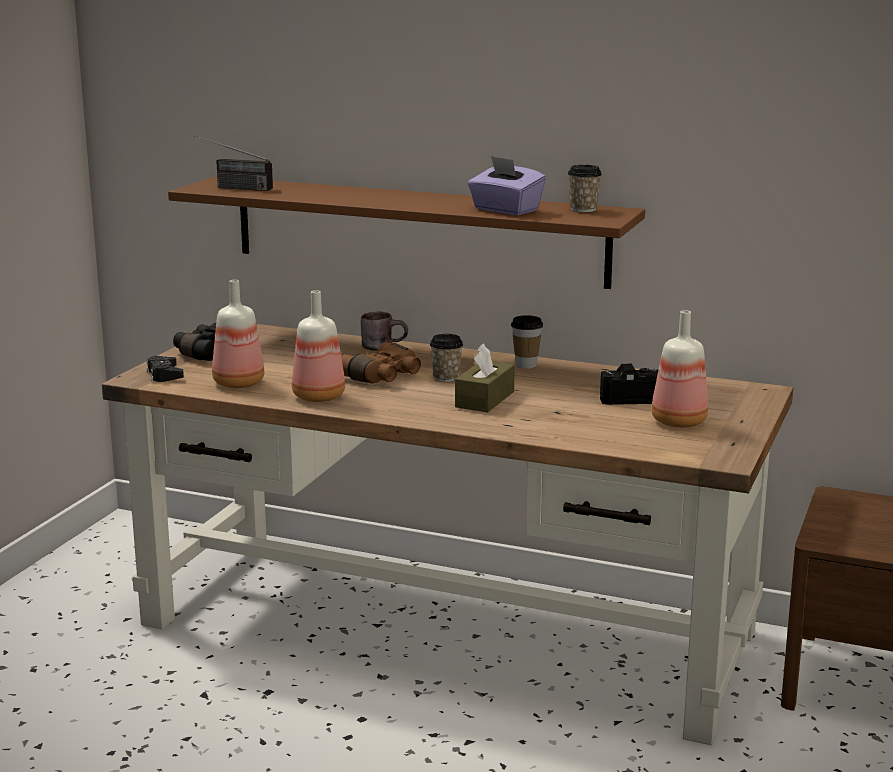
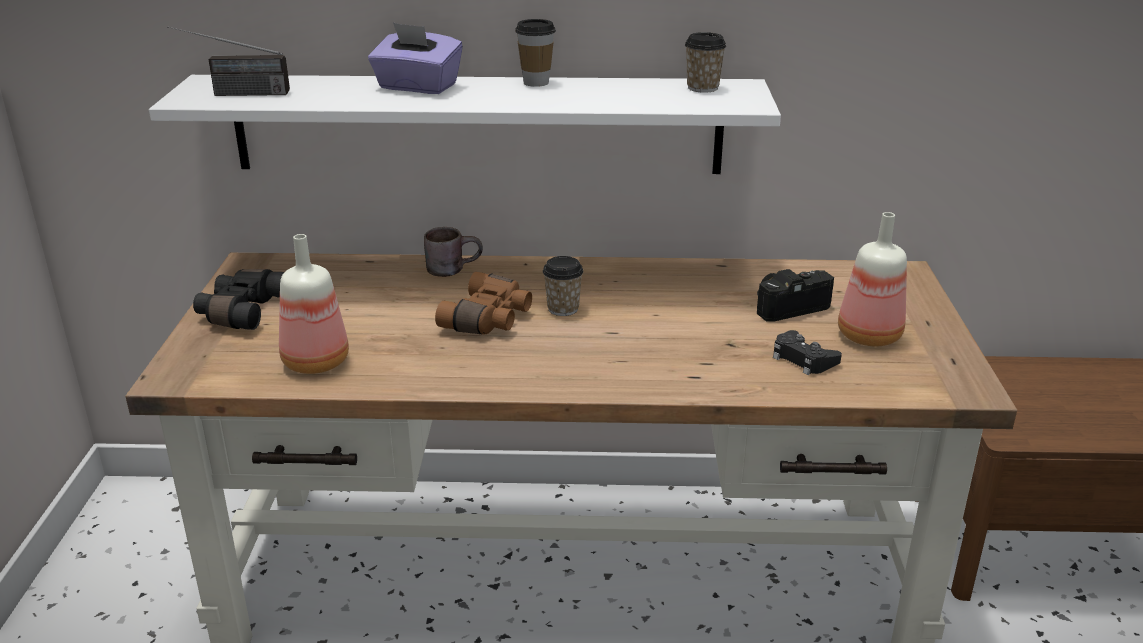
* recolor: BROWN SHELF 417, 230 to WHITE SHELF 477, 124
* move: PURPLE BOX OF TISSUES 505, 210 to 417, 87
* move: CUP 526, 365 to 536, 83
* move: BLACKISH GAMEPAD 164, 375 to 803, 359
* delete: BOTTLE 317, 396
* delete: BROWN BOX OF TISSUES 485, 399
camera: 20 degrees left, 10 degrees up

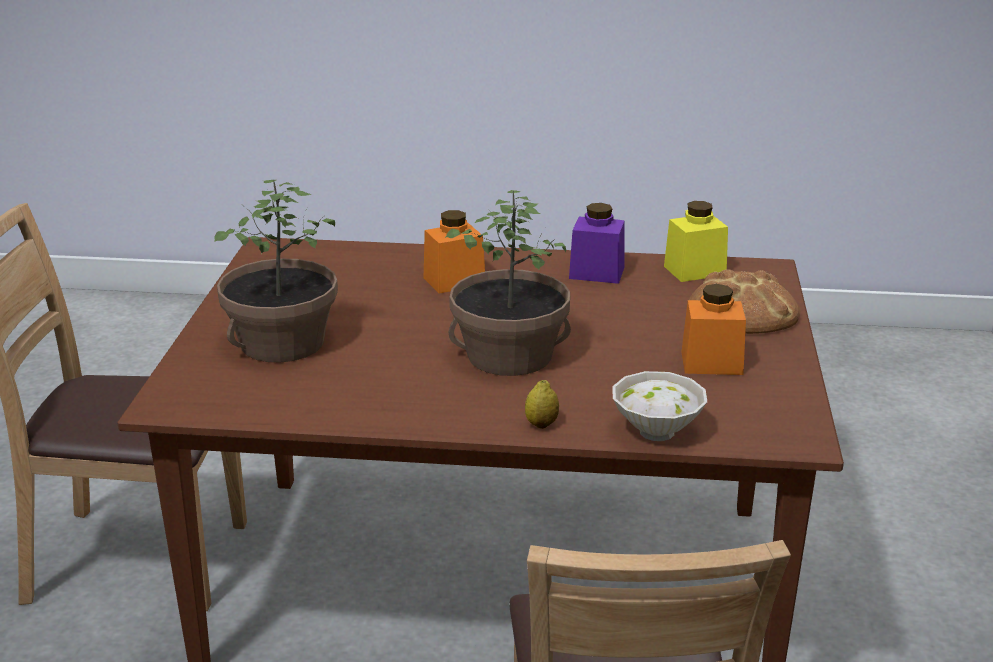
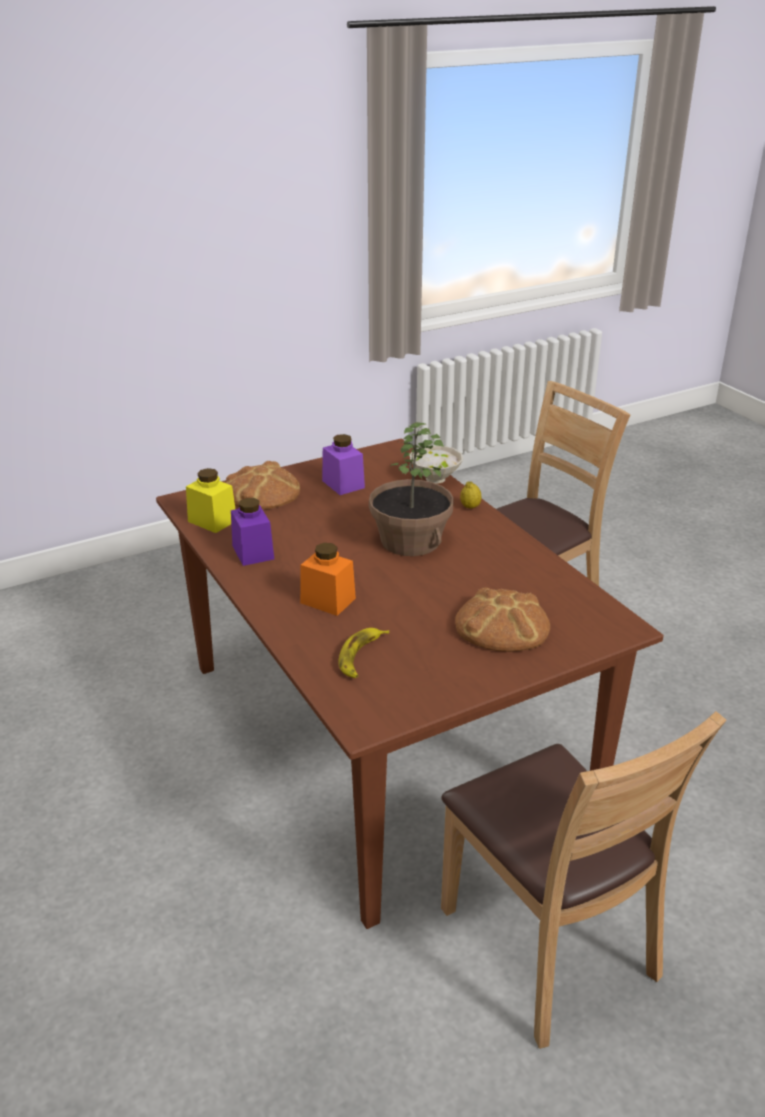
* recolor: ORANGE-COLOURED PRESERVE JAR 711, 363 to PURPLE PRESERVE JAR 343, 484
* insert: BANANA 361, 656
* replace: HOUSEPLANT 282, 342 to BAKED BREAD 502, 625
camera: 125 degrees left, 5 degrees up

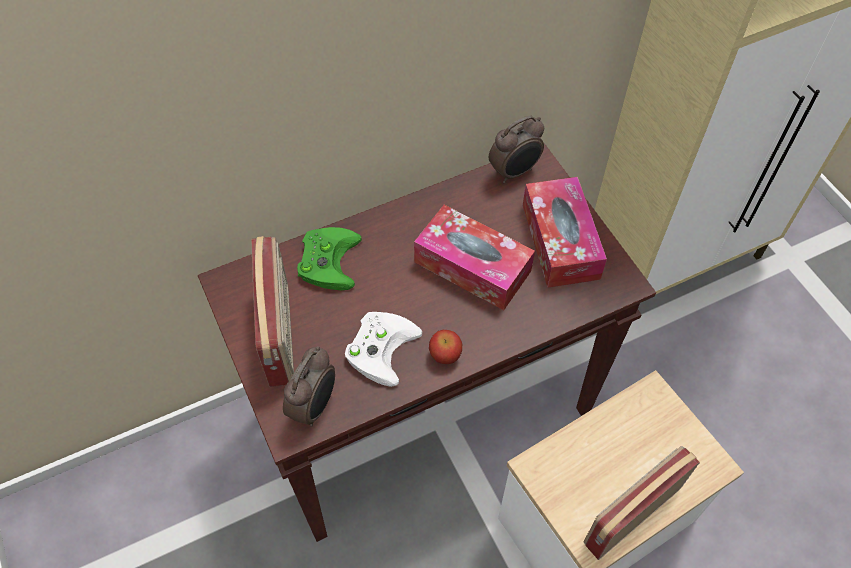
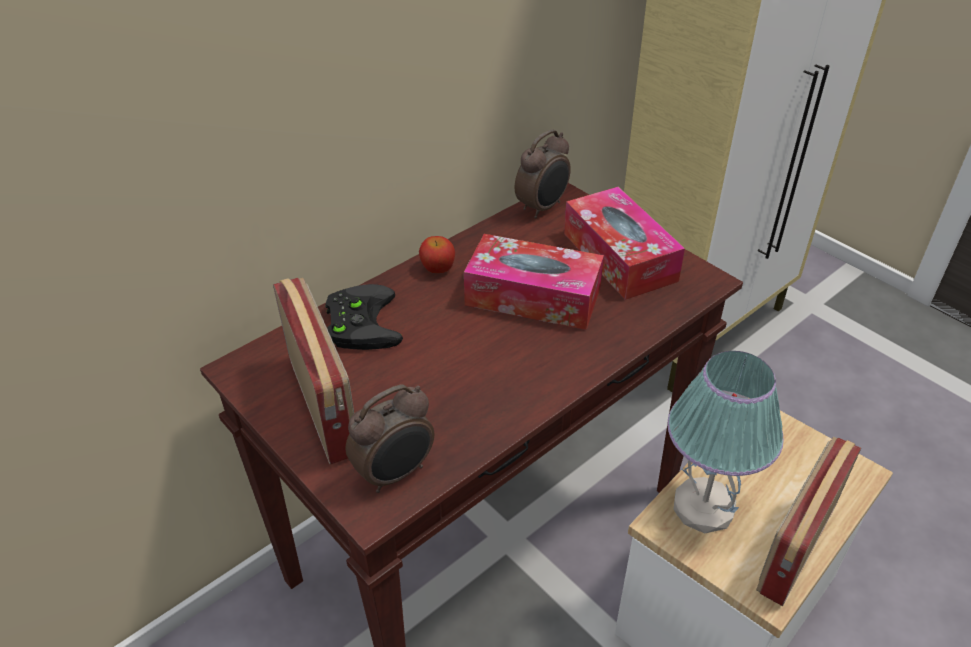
* recolor: GREEN GAMEPAD 327, 259 to BLACKISH GAMEPAD 359, 322
* rotate: ALARM CLOCK 315, 406 = 396, 473 45 degrees clockwise
* move: WHOLE APPLE 445, 355 to 437, 268
* insert: LAMP FOR A TABLE 704, 507
* delete: WHITE GAMEPAD 380, 346
camera: 15 degrees left, 15 degrees down

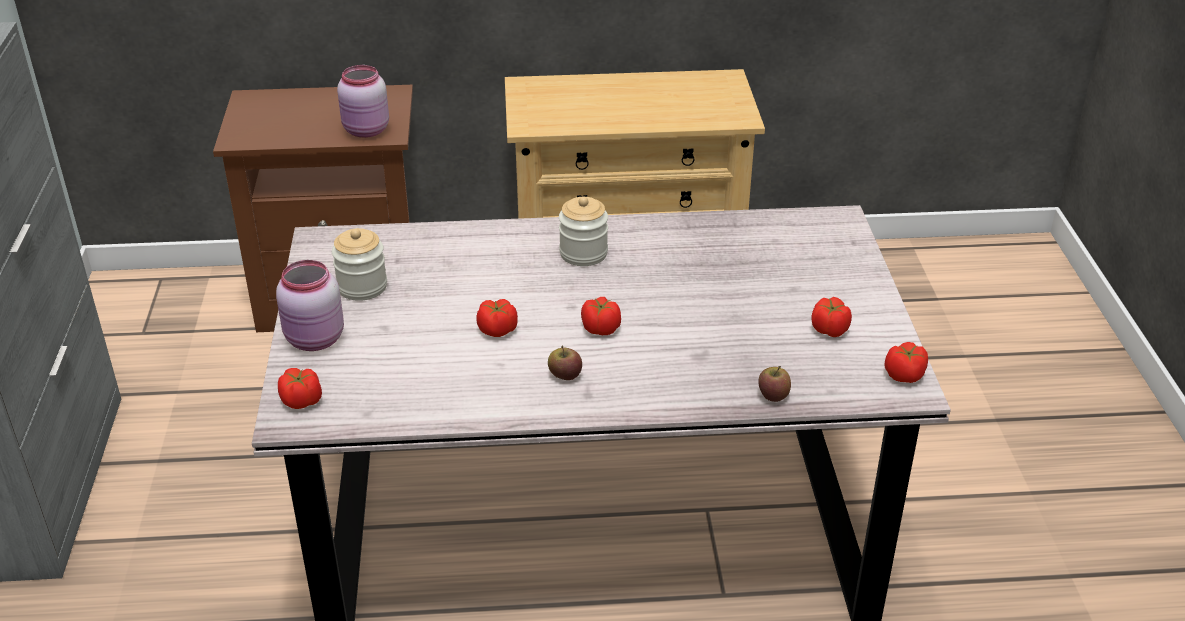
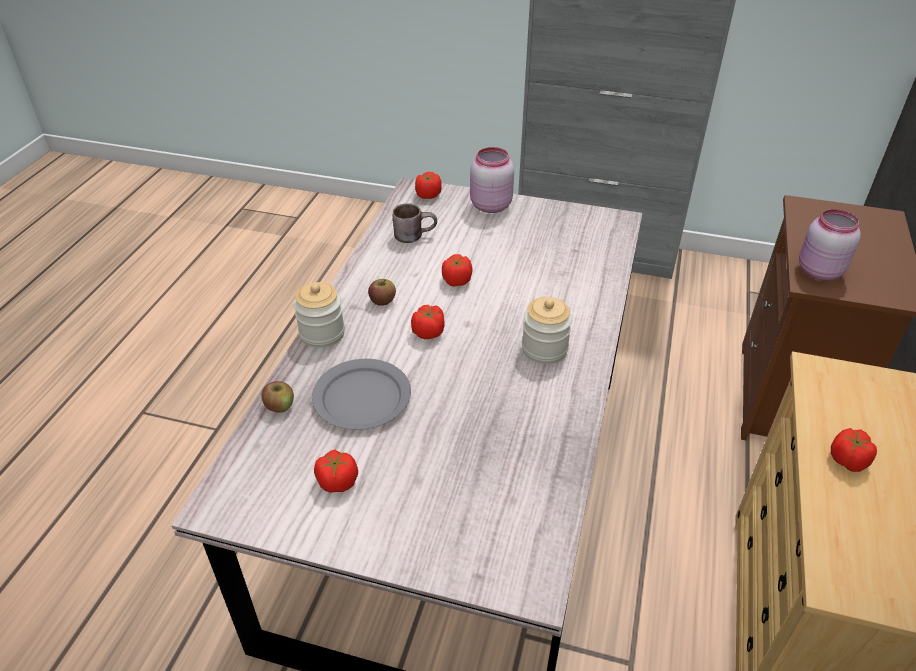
* move: PRESERVE JAR 362, 287 to 322, 333
* insert: GREY DINNER PLATE 362, 398
* insert: BROWN COFFEE MUG 414, 234
* move: FRESH TOMATO 904, 375 to 848, 460
camera: 110 degrees right, 5 degrees up

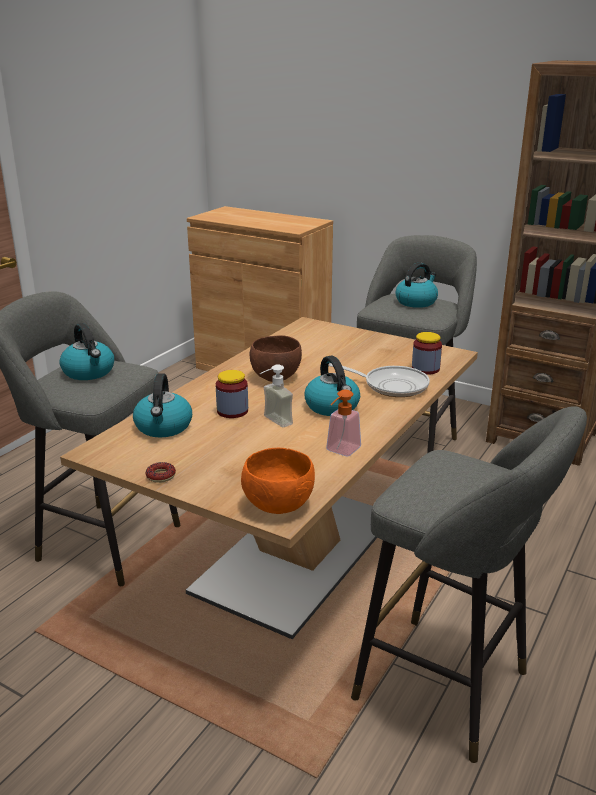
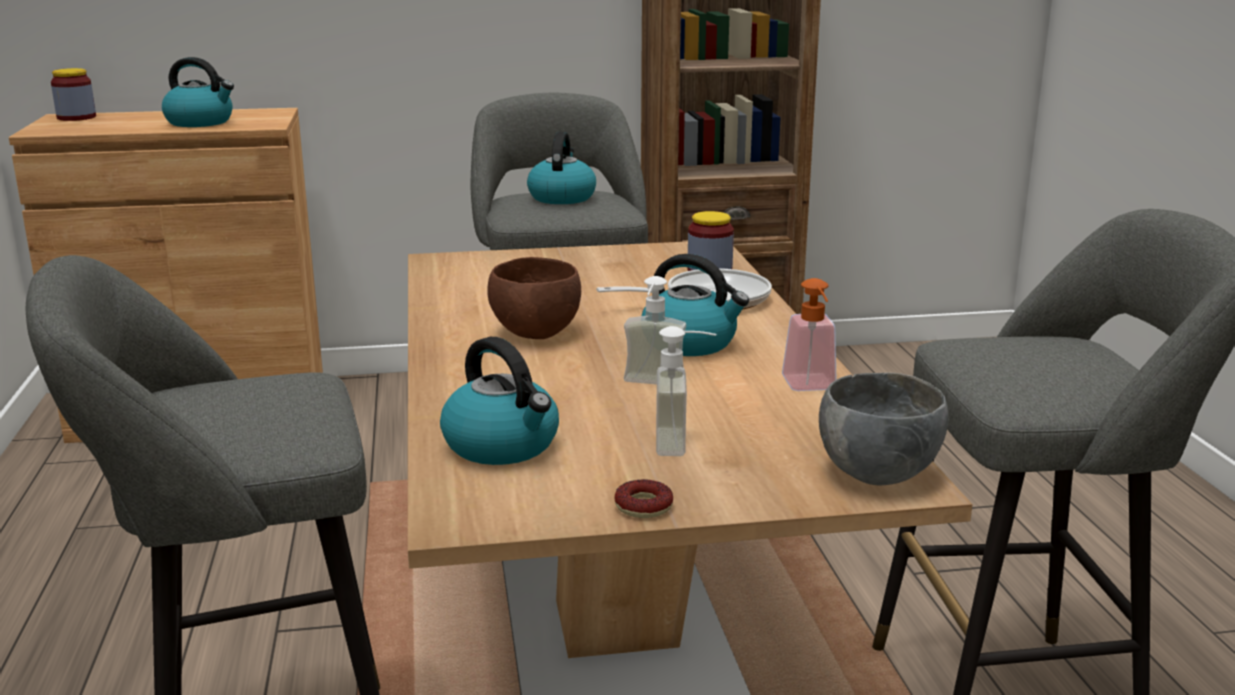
* move: PRESERVE JAR 232, 411 to 76, 117
* move: TEA KETTLE 89, 372 to 201, 122
* insert: SOAP BOTTLE 684, 442
* recolor: ORANGE-COLOURED SERVING BOWL 277, 505 to GREY SERVING BOWL 876, 474
camera: 40 degrees left, 5 degrees down

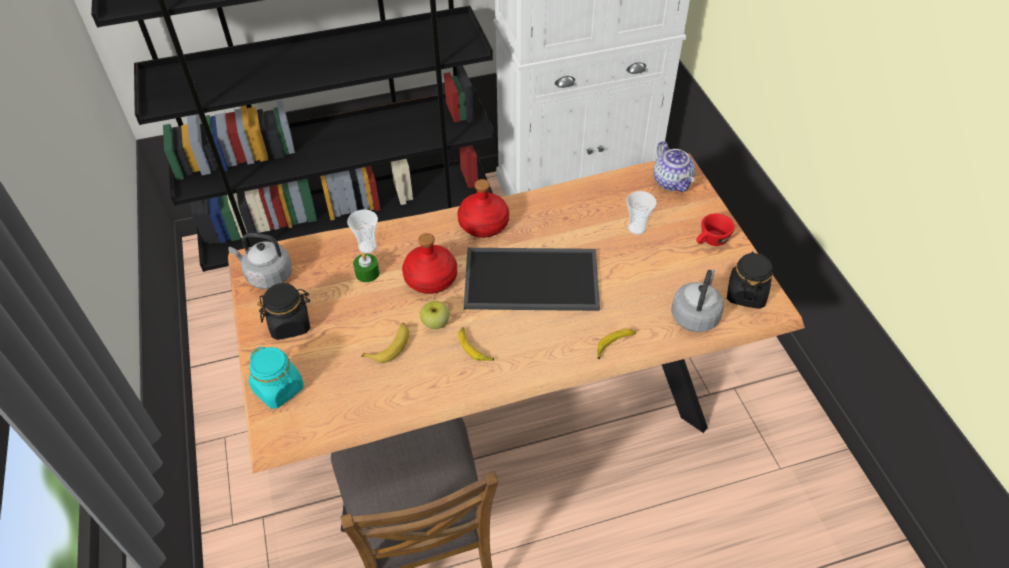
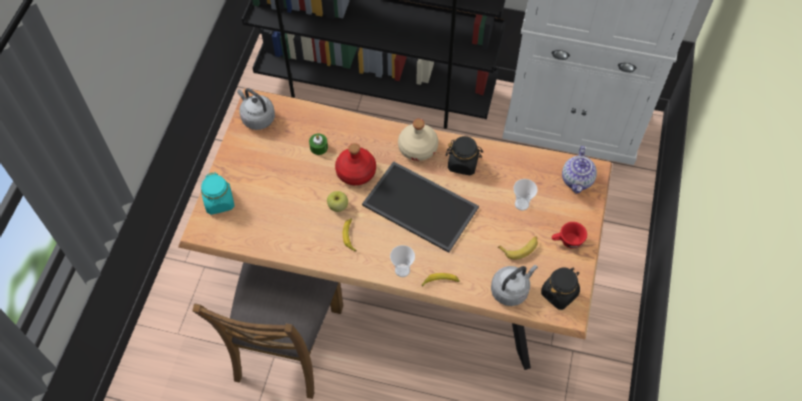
* move: CUP 367, 247 to 402, 270
* recolor: RED-COLOURED BOTTLE 484, 224 to BEIGE-COLOURED BOTTLE 418, 148
* move: BLACKISH PRESERVE JAR 290, 324 to 463, 163
* move: BANANA 390, 346 to 520, 248
camera: 30 degrees right, 10 degrees up

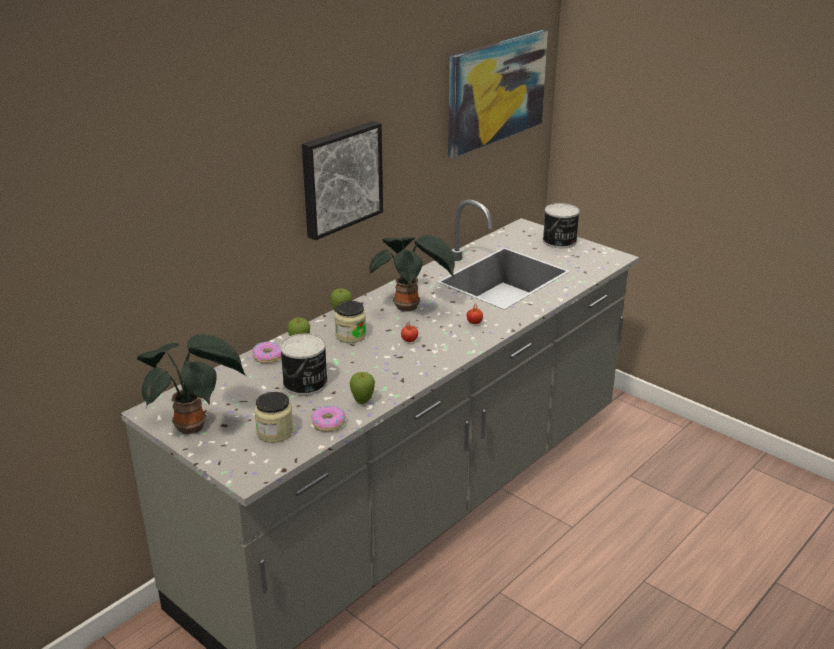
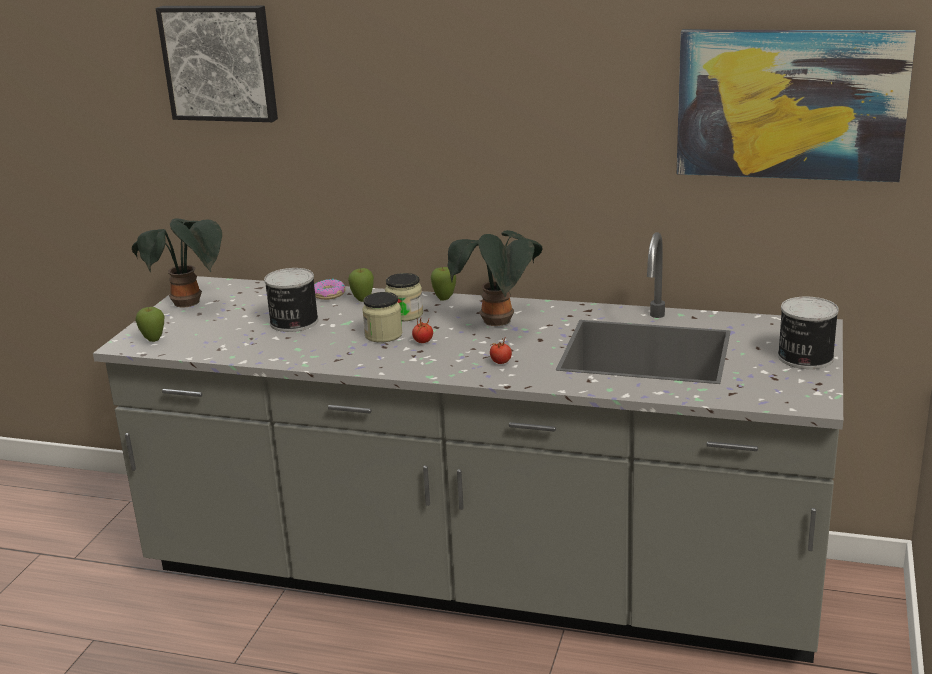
* move: WHOLE APPLE 362, 402 to 153, 340
* move: PICTURE 340, 178 to 220, 62
* move: PRESERVE JAR 275, 432 to 383, 335
* delete: RING DOUGHNUT 328, 423
camera: 65 degrees right, 5 degrees down

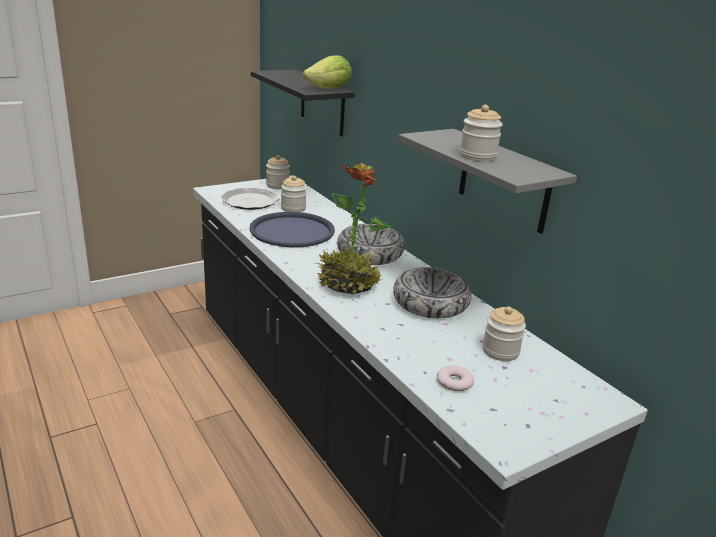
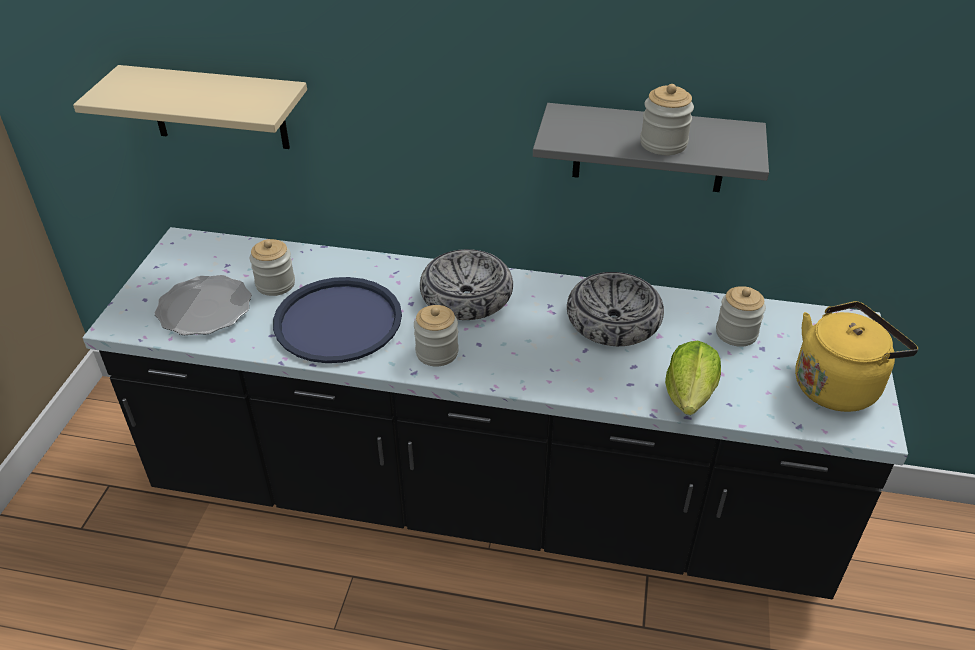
* recolor: BLACKISH SHELF 322, 103 to BEIGE-COLOURED SHELF 218, 108
* move: PRESERVE JAR 277, 185 to 437, 352
* move: HEAD OF LETTUCE 329, 89 to 689, 395
* insert: YELLOWISH TEA KETTLE 838, 385
* delete: HOUSEPLANT 348, 285
* delete: RING DOUGHNUT 454, 382
camera: 45 degrees left, 15 degrees up

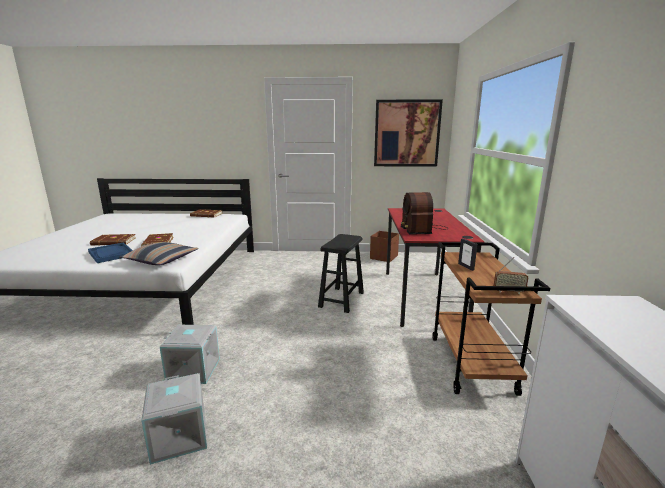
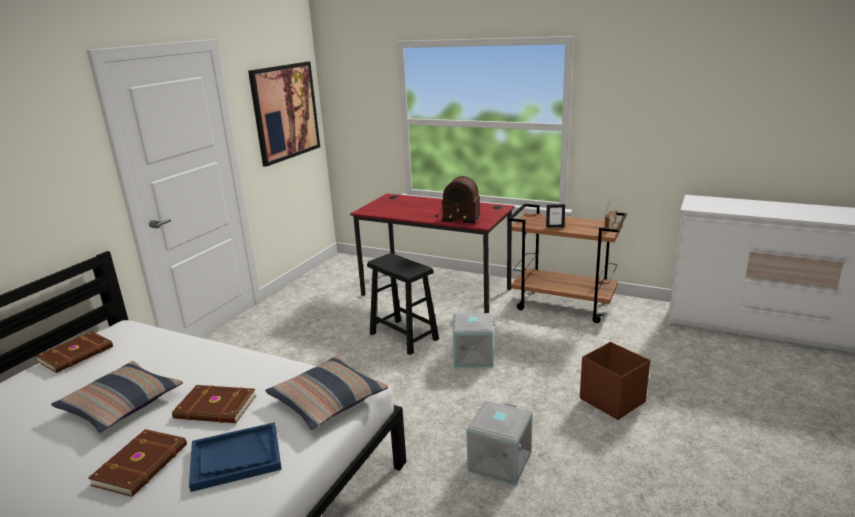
* insert: THROW PILLOW 121, 404
* move: GREY STORAGE BOX 180, 436 to 473, 356
* move: BROWN STORAGE BOX 384, 257 to 611, 400
camera: 65 degrees left, 5 degrees up

